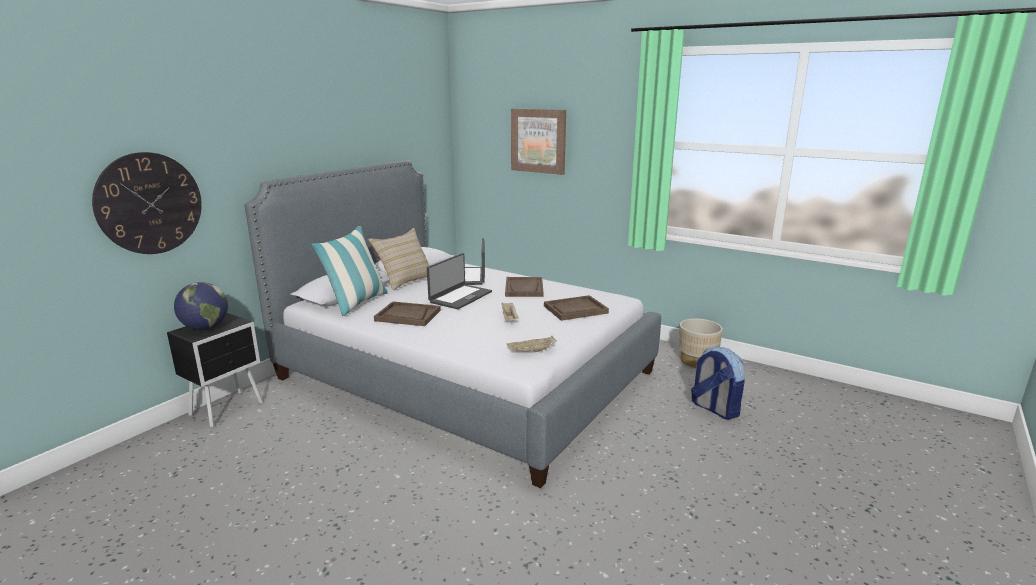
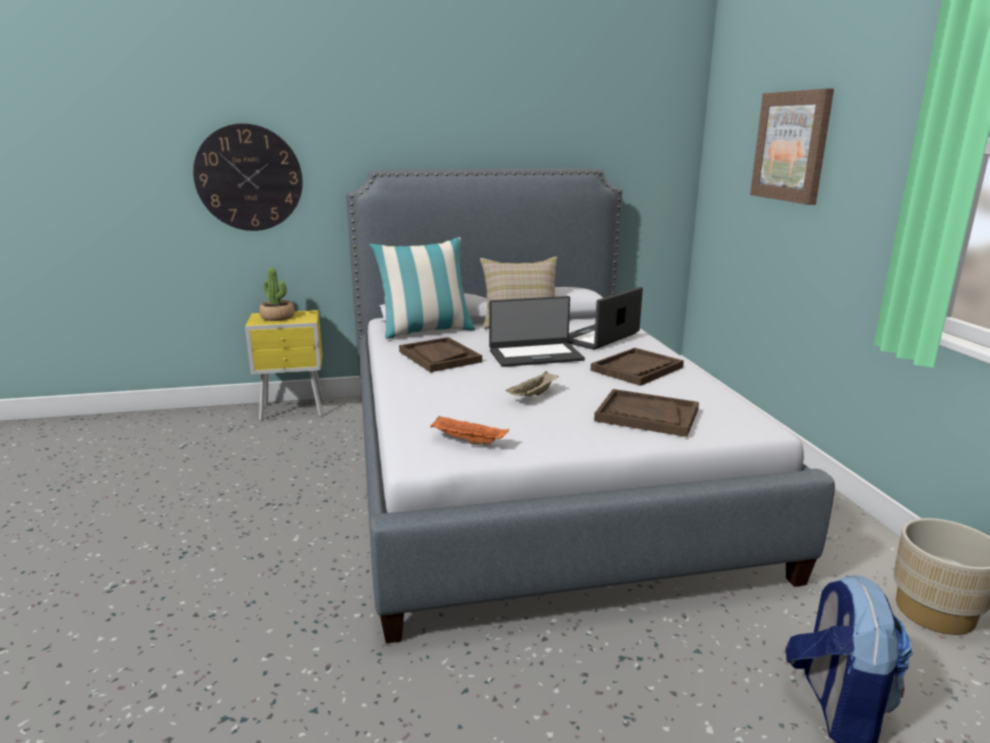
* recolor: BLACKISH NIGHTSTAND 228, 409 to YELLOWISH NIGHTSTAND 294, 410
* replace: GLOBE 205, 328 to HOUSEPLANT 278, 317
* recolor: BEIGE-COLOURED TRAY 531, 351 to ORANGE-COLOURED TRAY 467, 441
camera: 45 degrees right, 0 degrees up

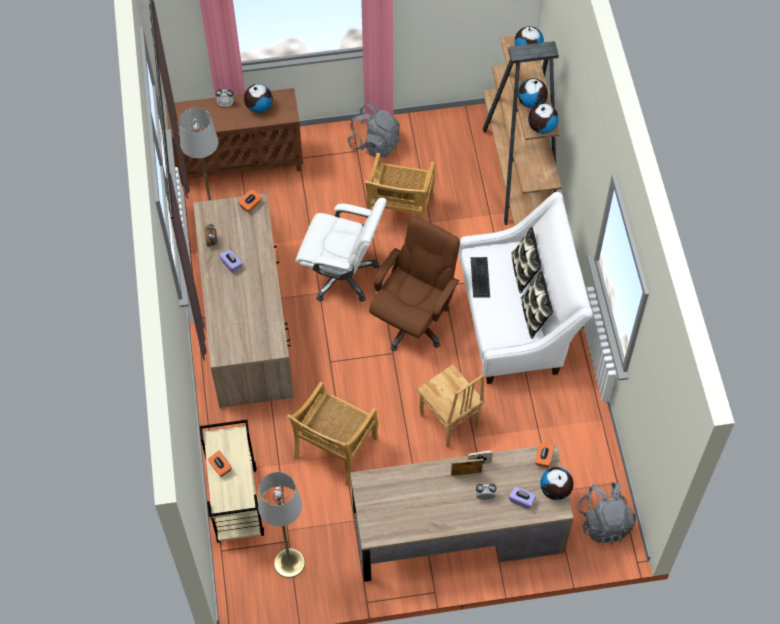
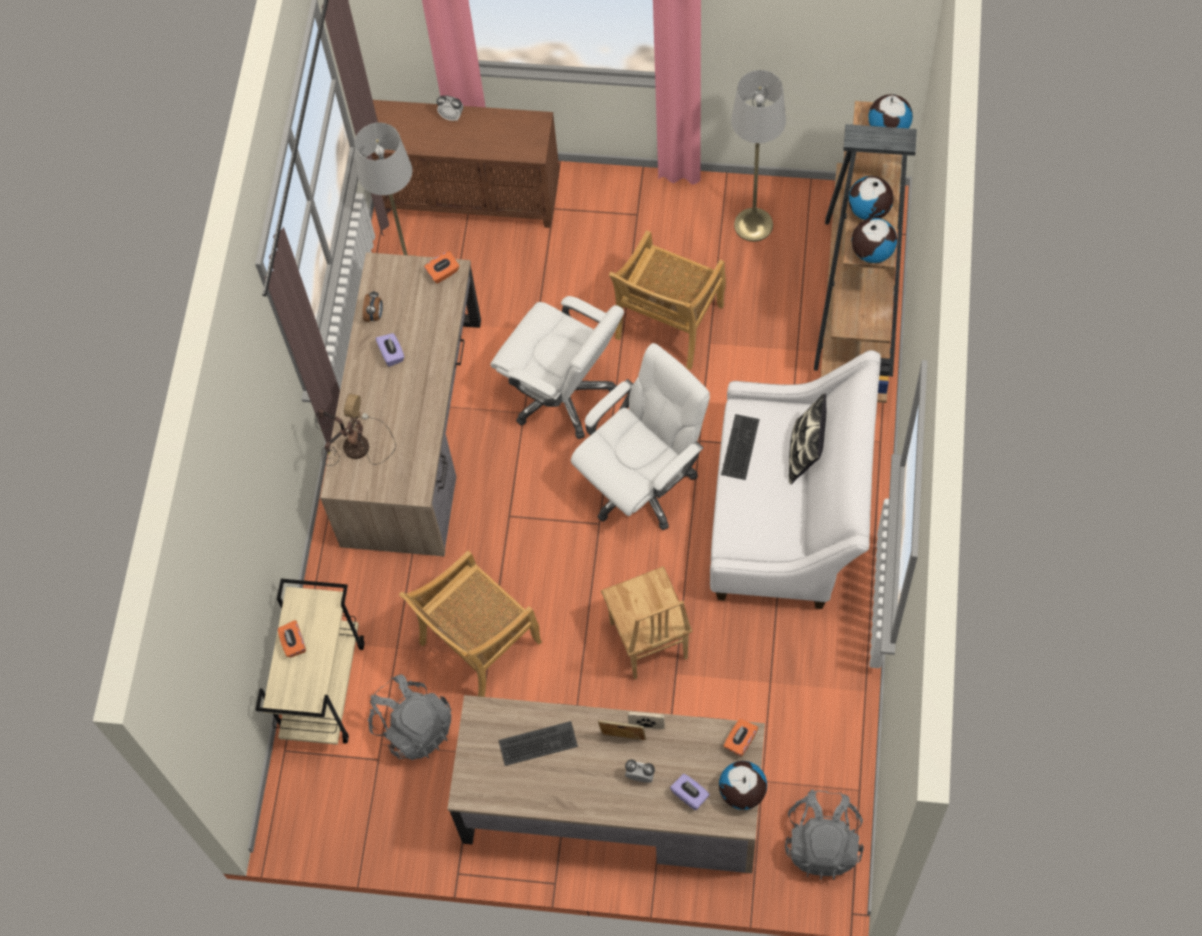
* insert: LAMP FOR A TABLE 354, 448
* move: GREY BACKPACK 375, 143 to 413, 727
* insert: PC KEYBOARD 538, 744
* recolor: BROWN OFFICE CHAIR 413, 320 to WHITE OFFICE CHAIR 642, 482
* move: GREY FLOOR LAMP 289, 563 to 753, 225
* delete: GLOBE 259, 107
* delete: THROW PILLOW 534, 316
camera: 20 degrees right, 5 degrees up

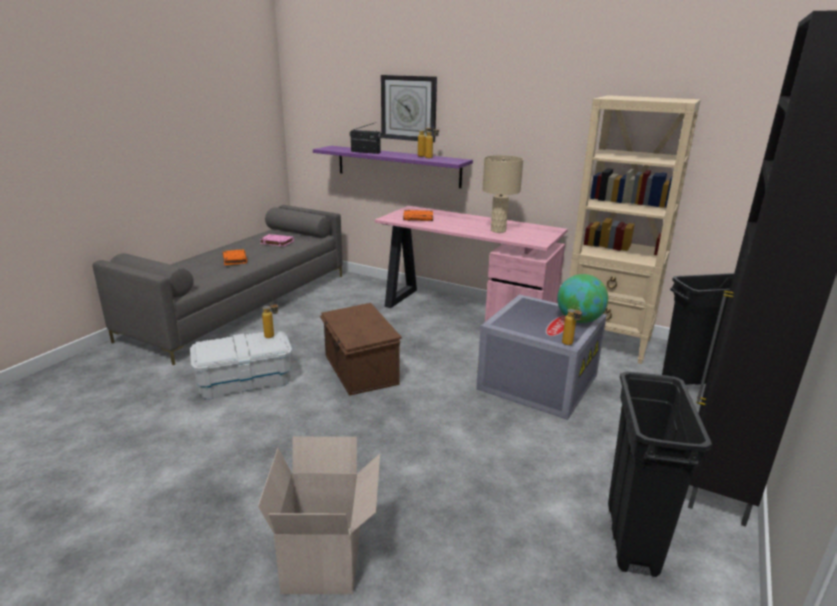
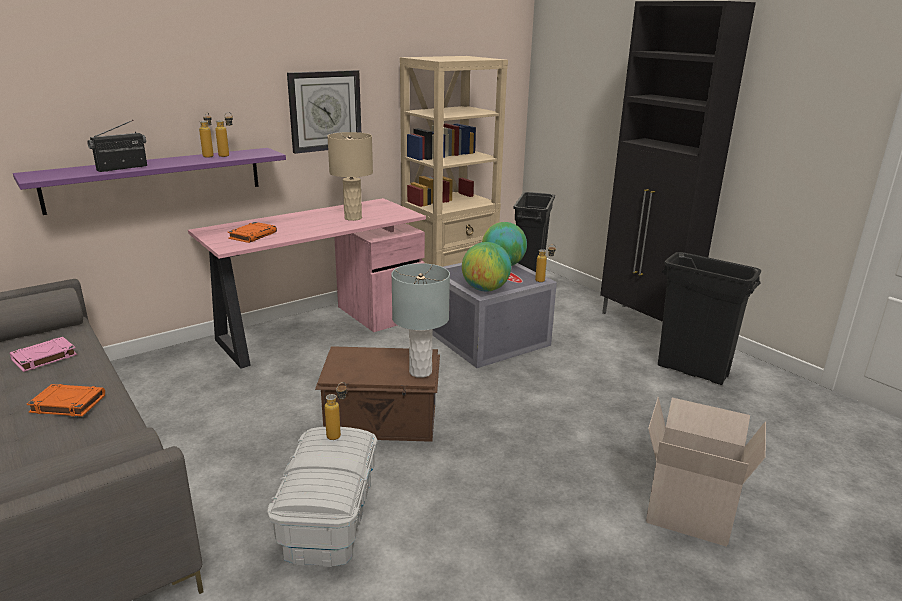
* move: WALL CLOCK 408, 108 to 325, 111
* insert: GREY LAMP FOR A TABLE 421, 372
* insert: GLOBE 485, 289
camera: 65 degrees left, 0 degrees up

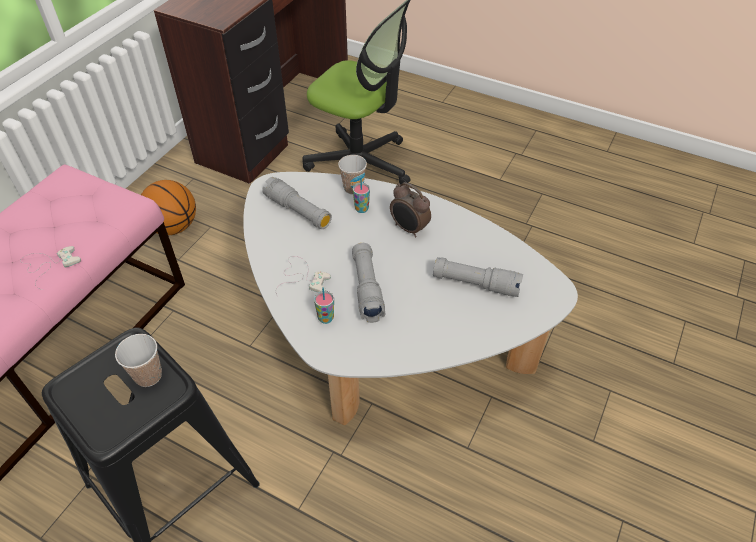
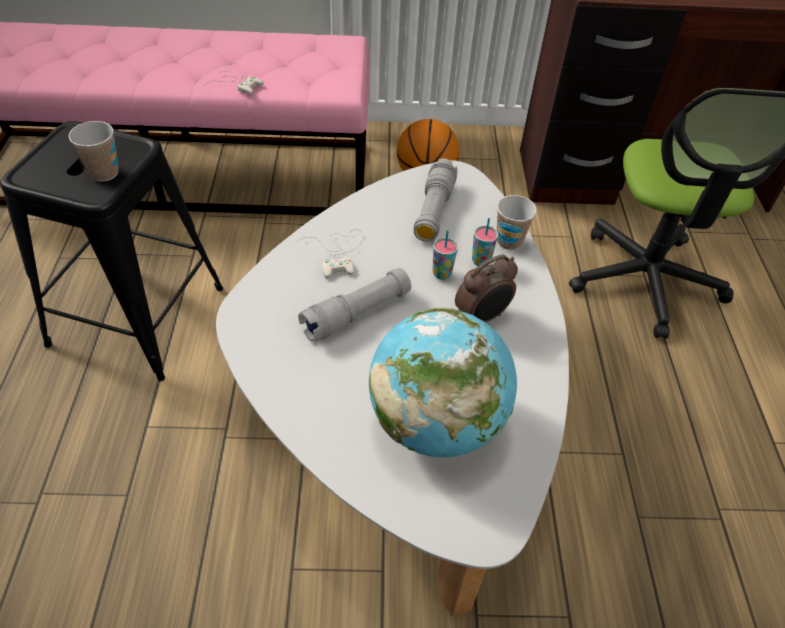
* replace: GREY TORCH 475, 284 to GLOBE 436, 422
* move: CUP 326, 318 to 441, 274
* rotate: ALARM CLOCK 409, 229 = 482, 317 135 degrees counterclockwise
camera: 60 degrees right, 0 degrees up

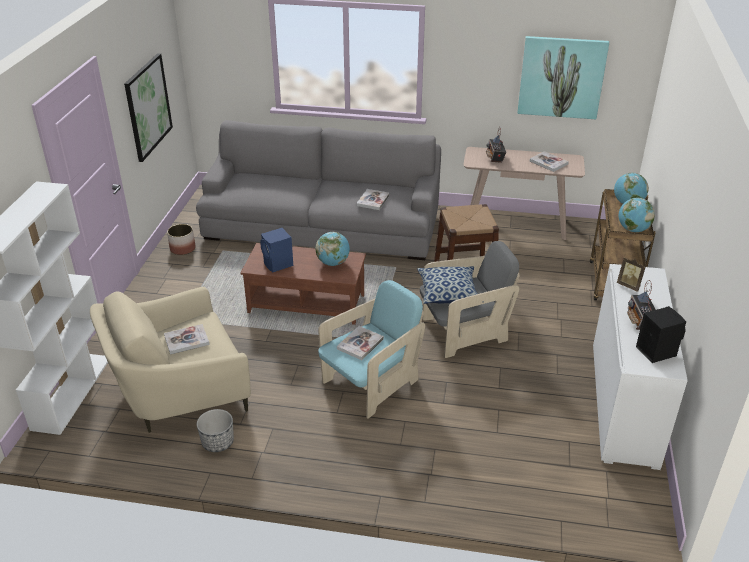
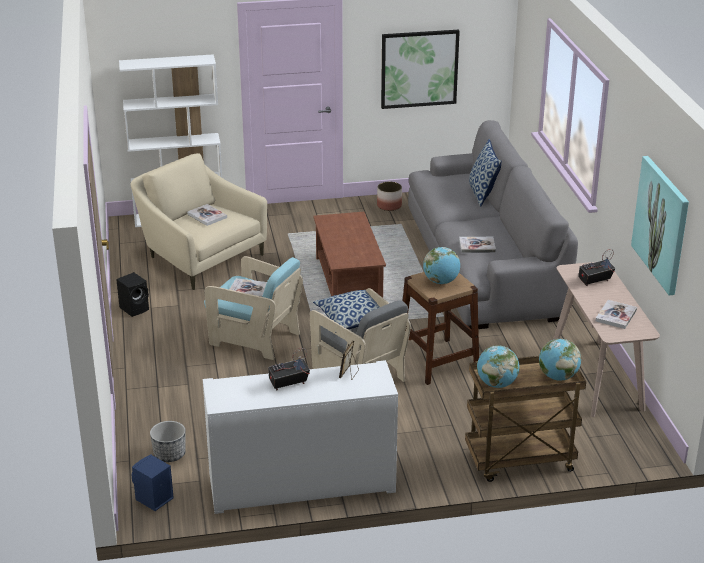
* move: BLACKISH AUDIO SPEAKER 655, 350 to 135, 308
* move: BLUE AUDIO SPEAKER 278, 265 to 153, 499
* move: FLOWER POT 217, 442 to 169, 454
* move: GLOBE 333, 263 to 441, 282
* insert: THROW PILLOW 483, 194
camera: 70 degrees right, 5 degrees down

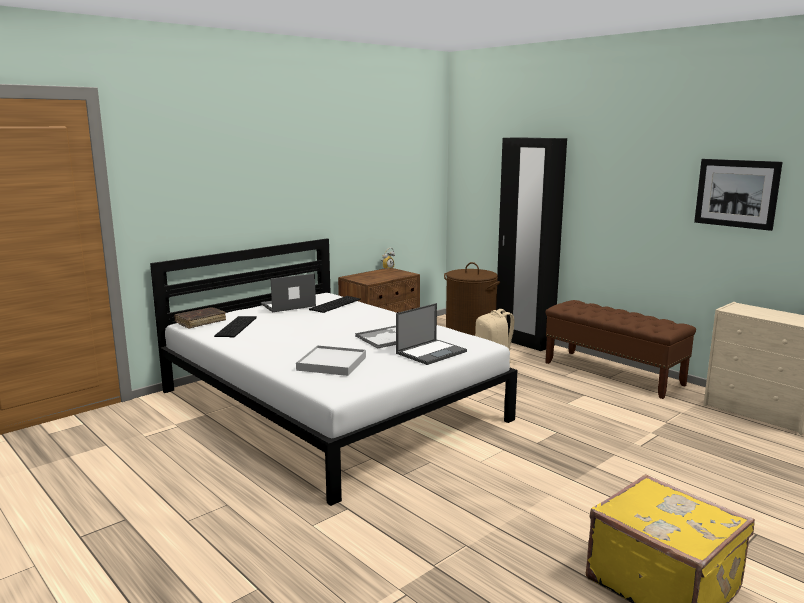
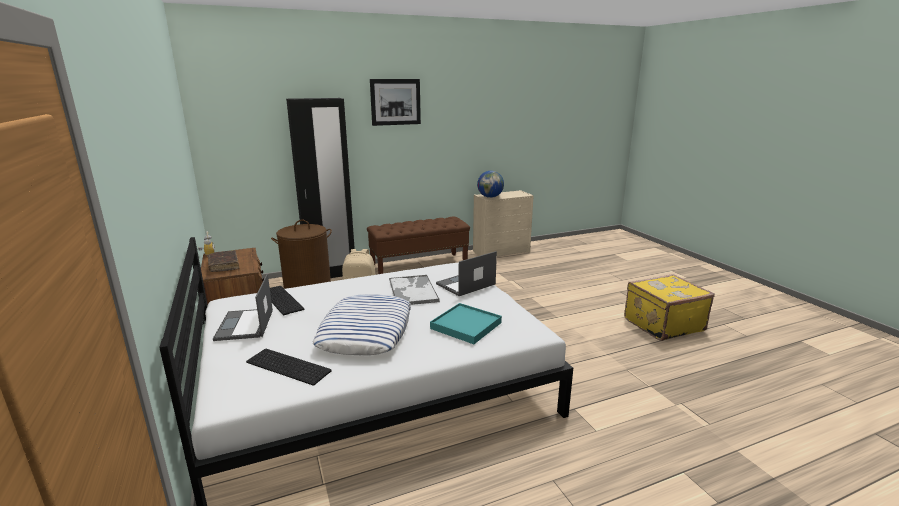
* move: BROWN BOOK 200, 322 to 224, 265
* insert: THROW PILLOW 366, 331
* move: PICTURE 736, 193 to 395, 102
* recolor: WHITE TRAY 332, 364 to TURQUOISE TRAY 466, 325
* rotate: LAPTOP 431, 352 = 465, 284 105 degrees counterclockwise
* insert: GLOBE 490, 197
camera: 70 degrees left, 5 degrees up

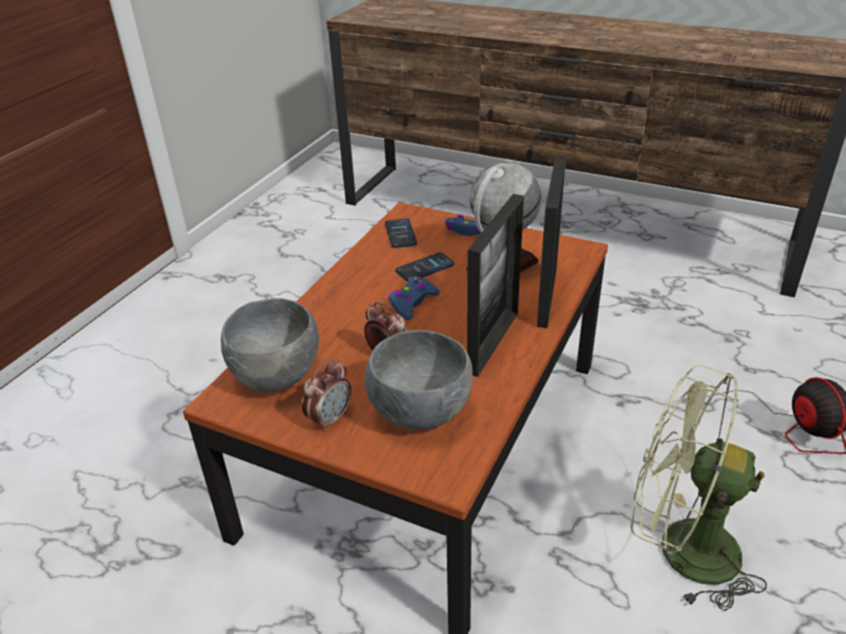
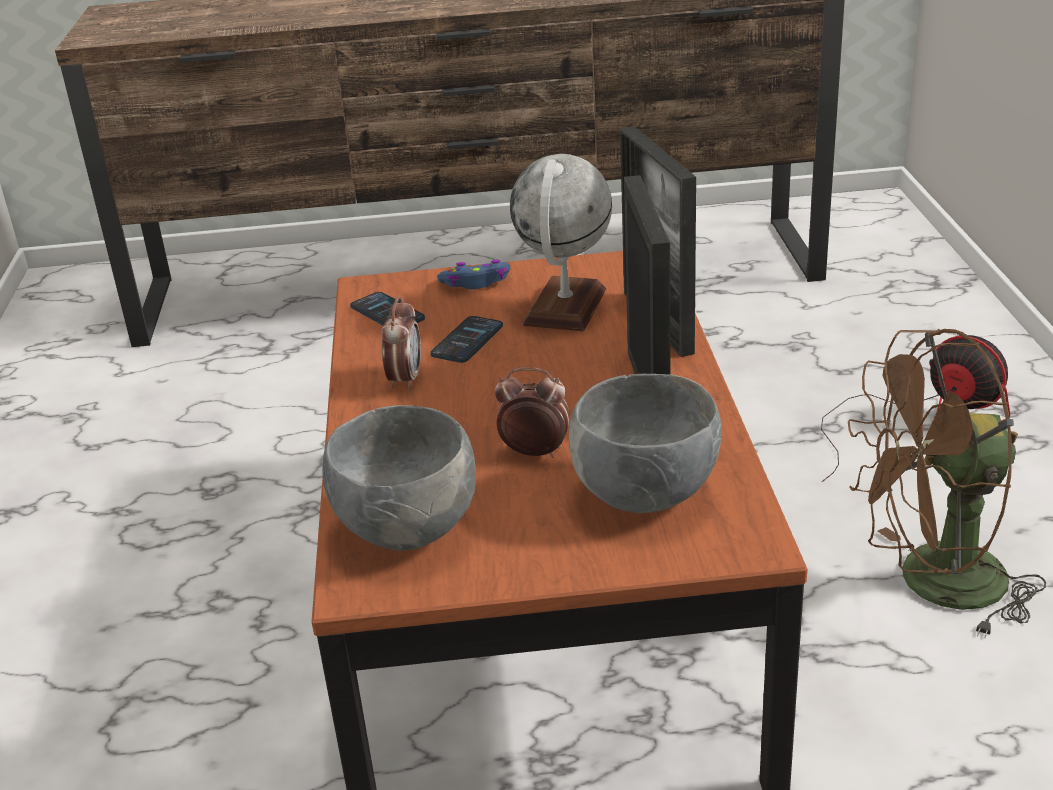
* move: ALARM CLOCK 330, 419 to 405, 379
* recolor: GREEN COOLING FAN 680, 549 to BROWN COOLING FAN 932, 585
* delete: BLUE GAMEPAD 412, 303
camera: 30 degrees left, 5 degrees down

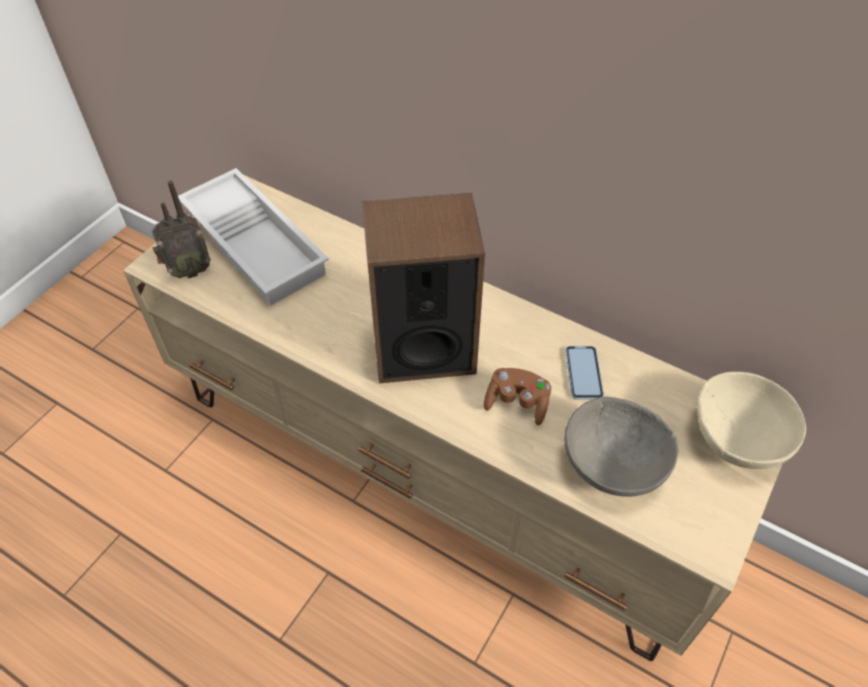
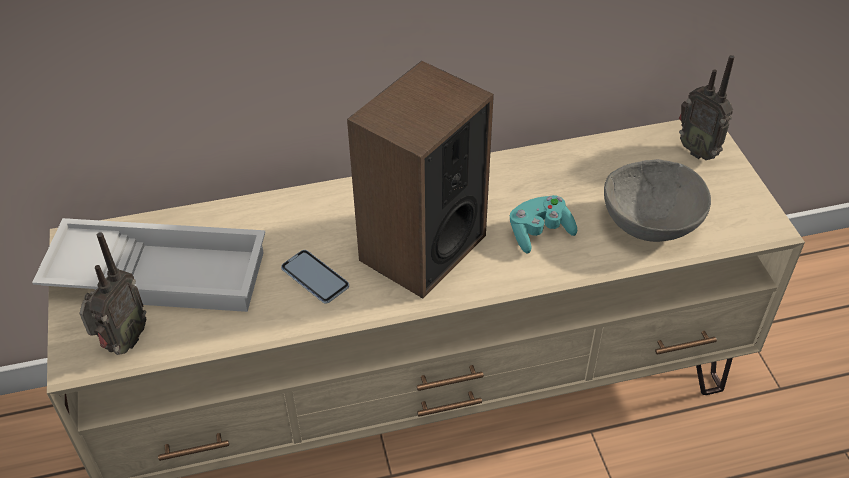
* move: TELEPHONE 583, 373 to 315, 277
* recolor: BROWN GAMEPAD 517, 403 to TURQUOISE GAMEPAD 539, 233
* replace: BEIGE-COLOURED SERVING BOWL 737, 440 to RADIO SET 698, 150
camera: 45 degrees left, 5 degrees down

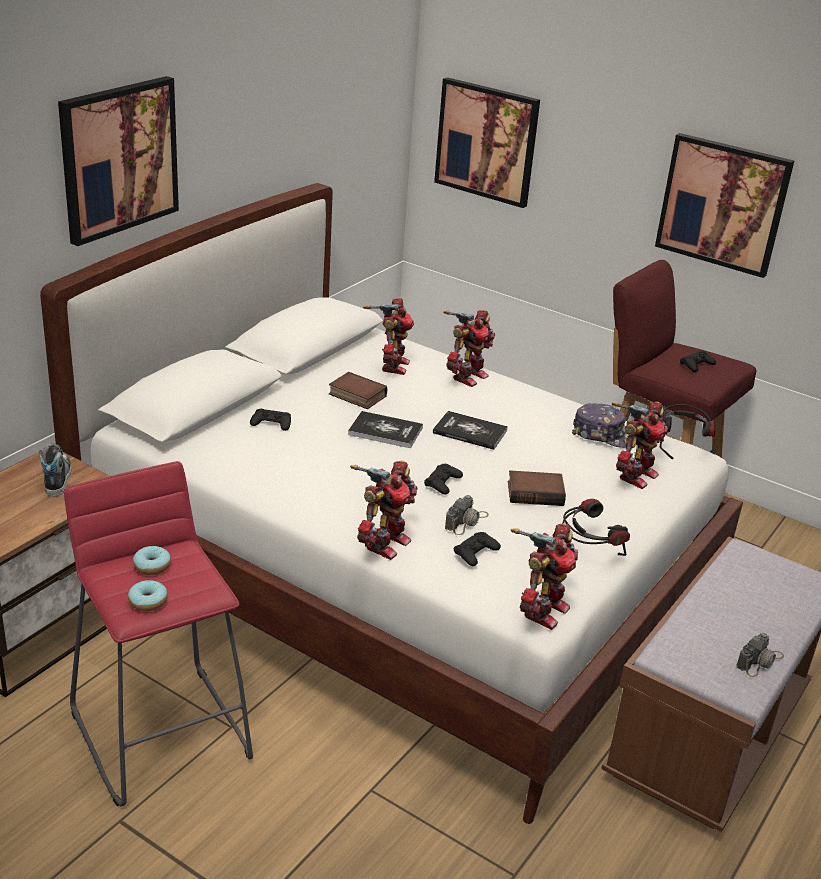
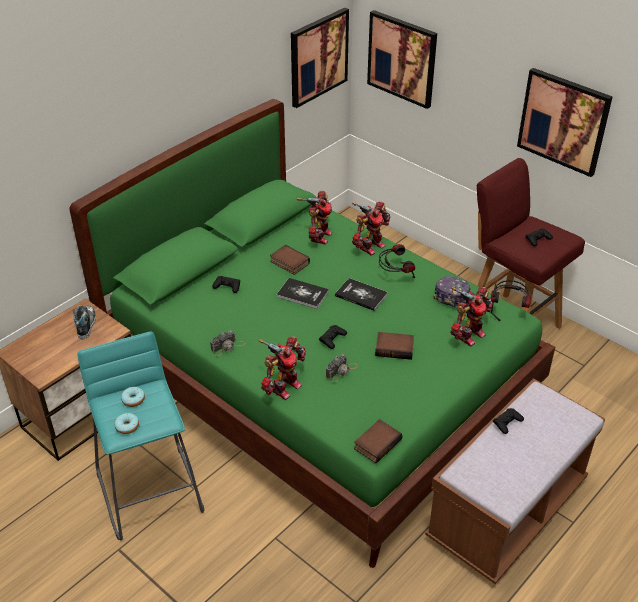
* recolor: WHITE BEDROOM BED 398, 582 to GREEN BEDROOM BED 319, 386
* recolor: RED-COLOURED SITTING STOOL 162, 732 to TURQUOISE SITTING STOOL 151, 490
* move: STILL CAMERA 760, 661 to 227, 346
* move: PICTURE 119, 158 to 318, 57
* replace: ROBOT FIGURE 542, 610 to BOOK 377, 443
* move: HEADSET 588, 553 to 395, 275
* move: BLACKISH GAMEPAD 476, 553 to 507, 422
camera: 10 degrees right, 10 degrees up

